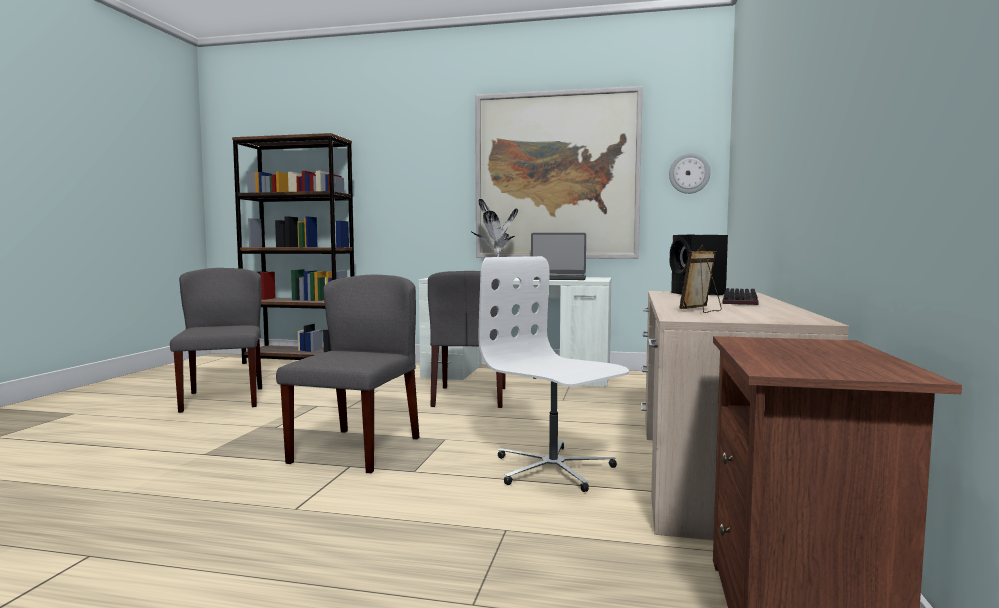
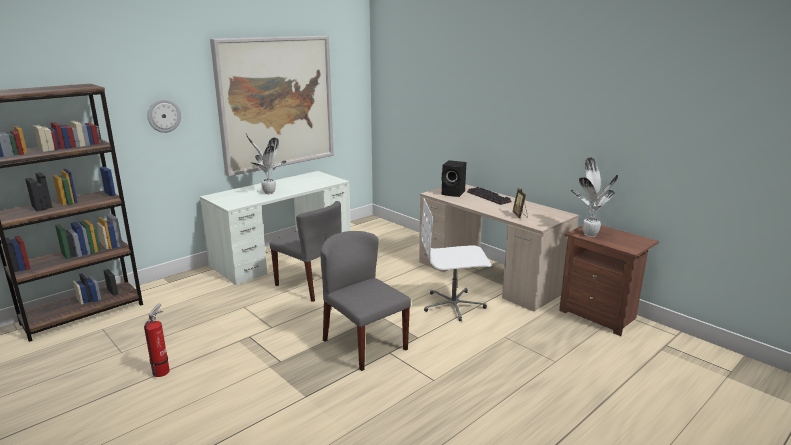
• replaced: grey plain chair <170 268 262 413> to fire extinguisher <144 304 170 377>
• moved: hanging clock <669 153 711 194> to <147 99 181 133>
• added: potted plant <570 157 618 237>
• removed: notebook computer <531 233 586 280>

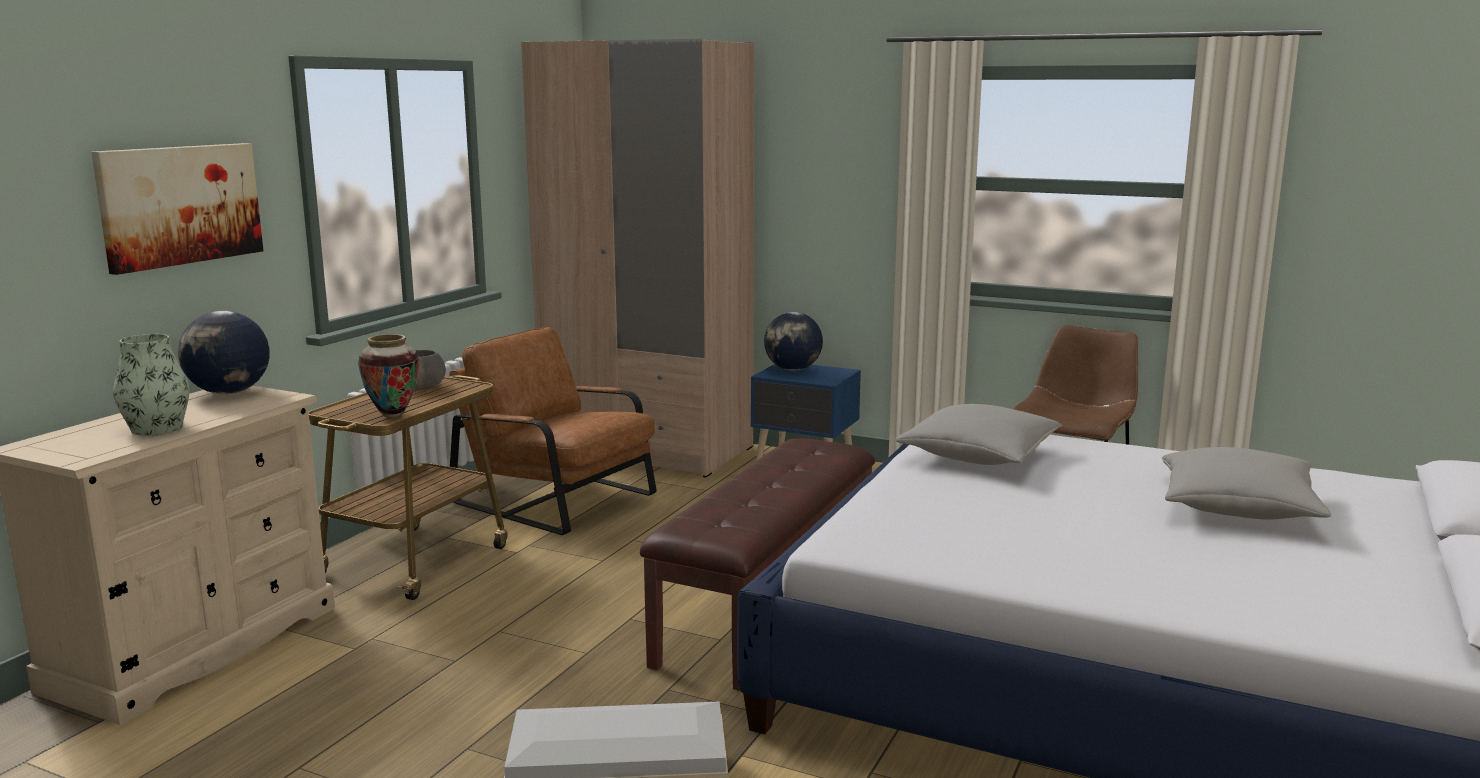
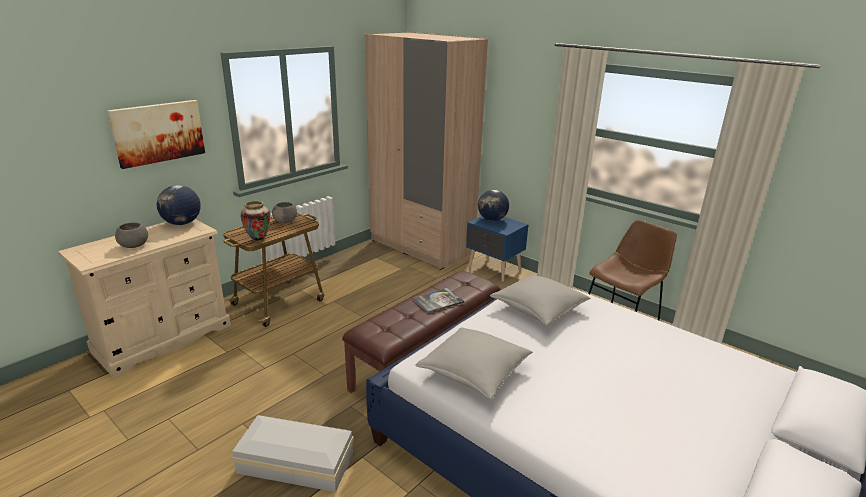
• replaced: flower vase <113 334 190 435> to grey deep dish <115 222 148 248>
• added: bound book <412 288 464 313>
• moved: grey throw pillow <1162 447 1331 520> to <415 327 533 400>
• removed: brown lounge chair <449 326 656 535>

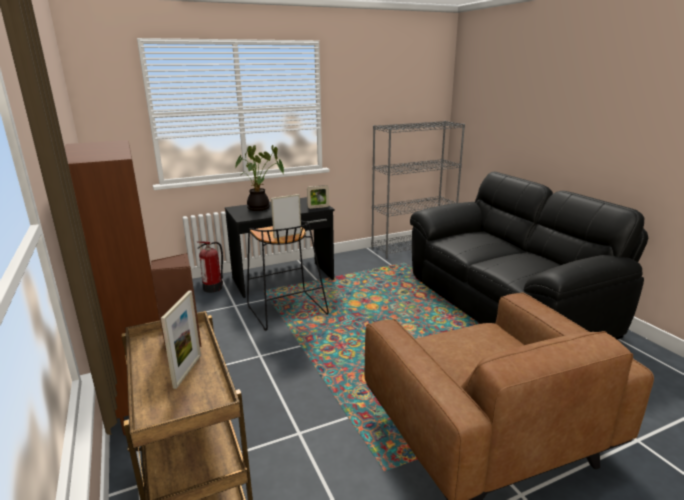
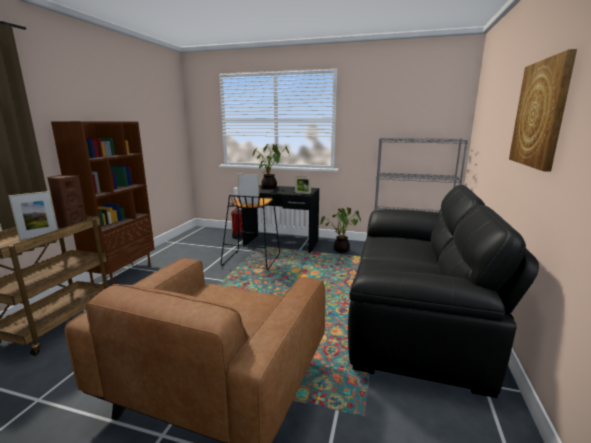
• added: potted plant <320 207 361 253>
• added: wall picture <509 49 577 172>

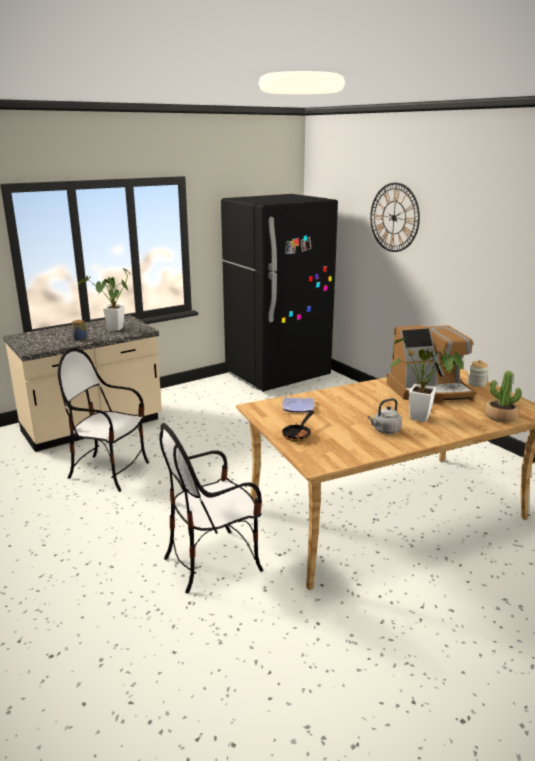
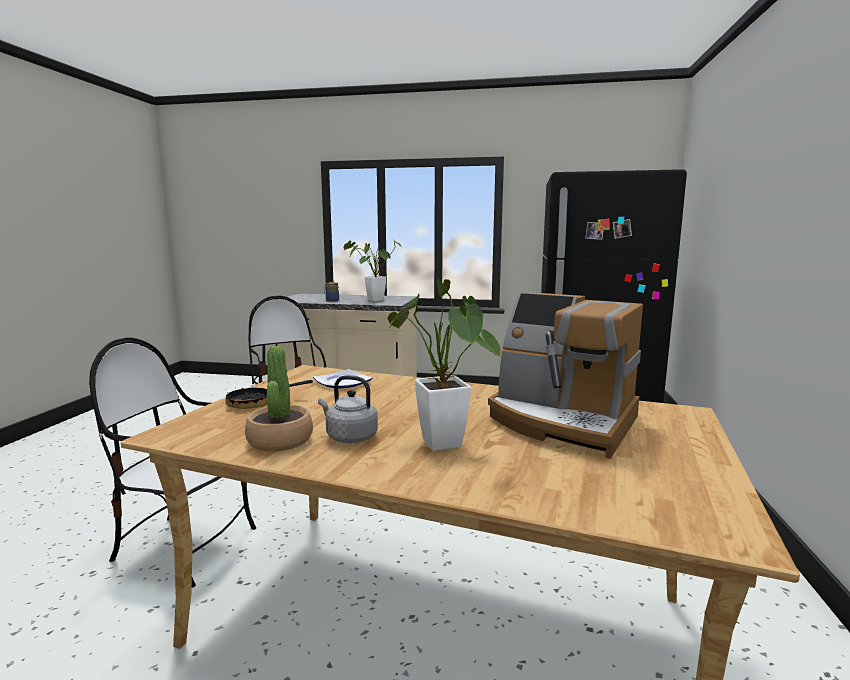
• moved: potted plant <484 371 521 422> to <245 346 313 451>
• removed: hanging clock <370 183 420 252>
• removed: jar <467 360 489 387>

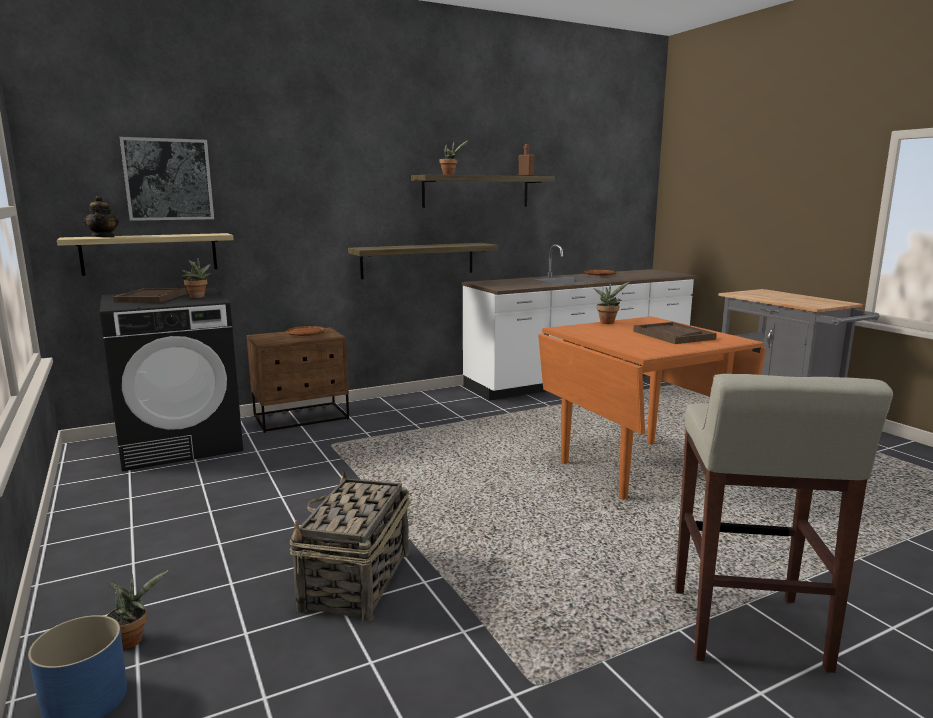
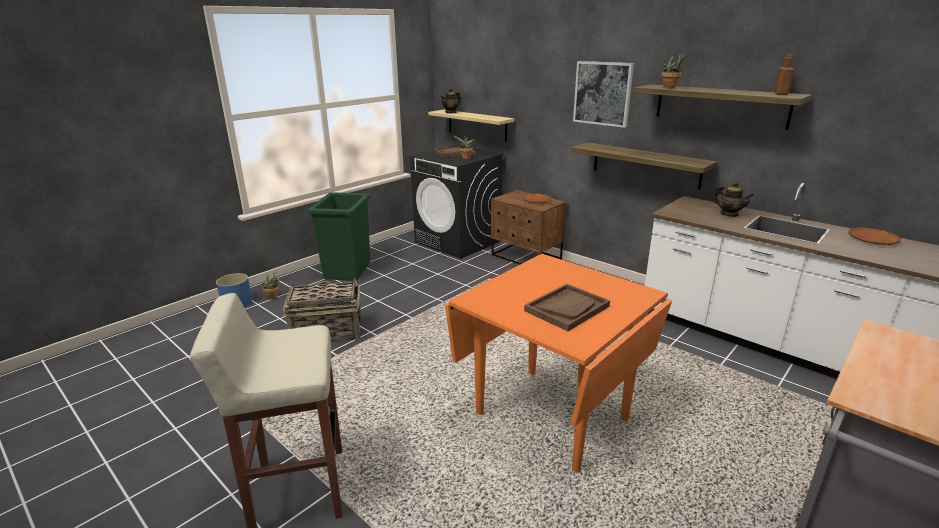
• added: green rubbish bin <308 192 370 281>
• moved: wall picture <120 137 214 221> to <573 61 634 128>
• added: tea pot <712 181 754 217>
• removed: potted plant <594 281 630 324>

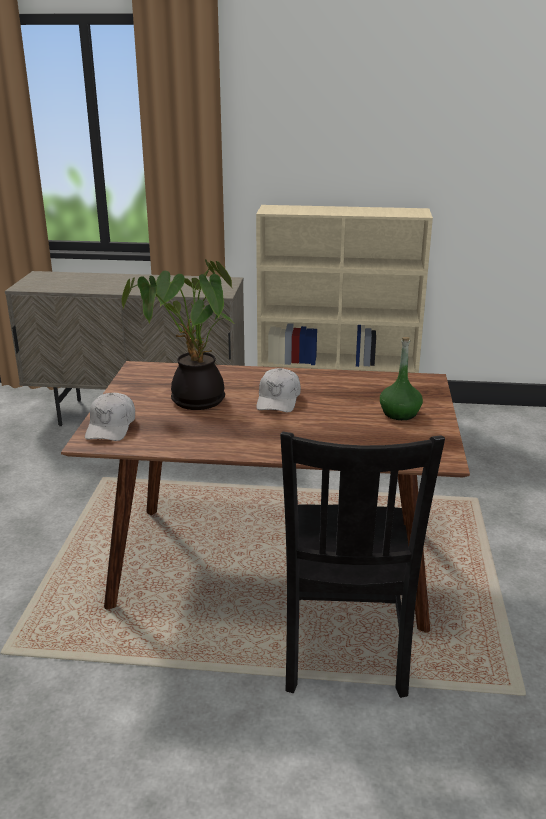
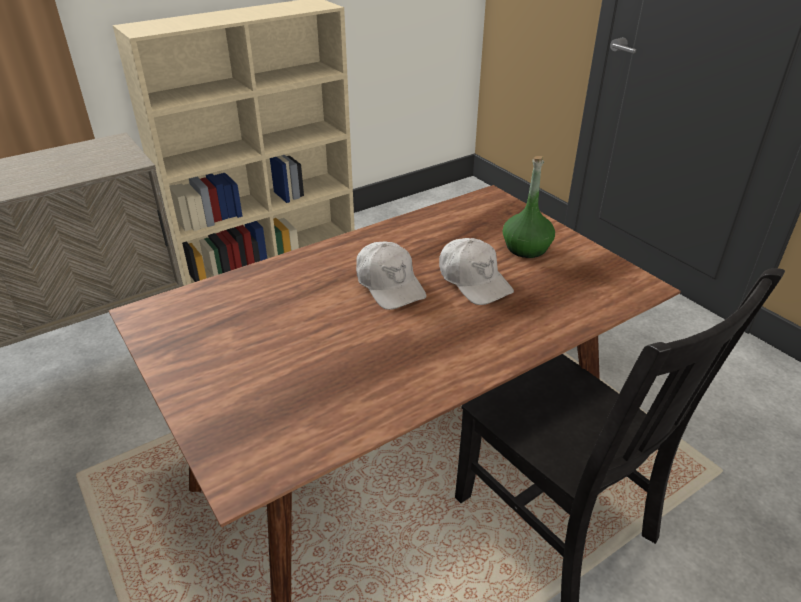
• moved: white-coloured baseball cap <85 393 135 441> to <439 238 514 305>
• removed: potted plant <121 259 234 410>

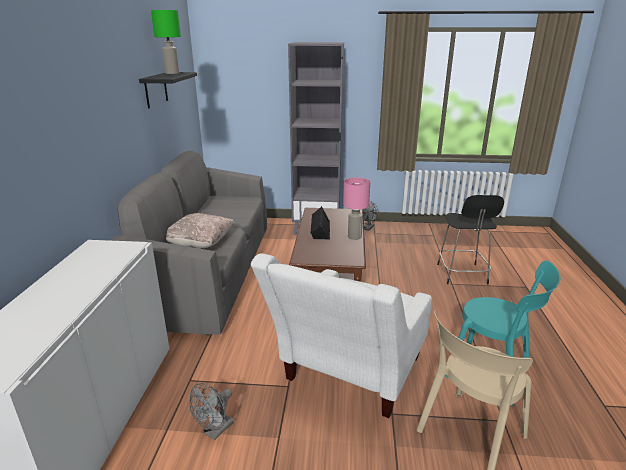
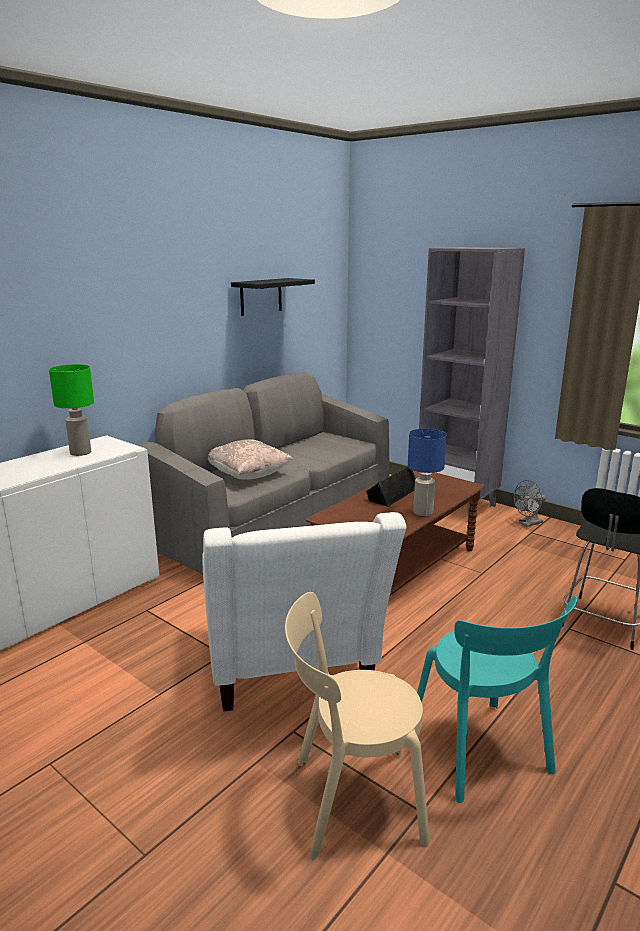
• moved: green table lamp <151 10 181 74> to <49 364 94 456>
• turned: white-coloured lounge chair <251 253 432 418> = <202 512 406 711> 75 degrees counterclockwise
• recoloured: pinkish table lamp <343 177 370 240> to blue-coloured table lamp <408 428 447 516>
• removed: grey electric fan <189 383 234 440>

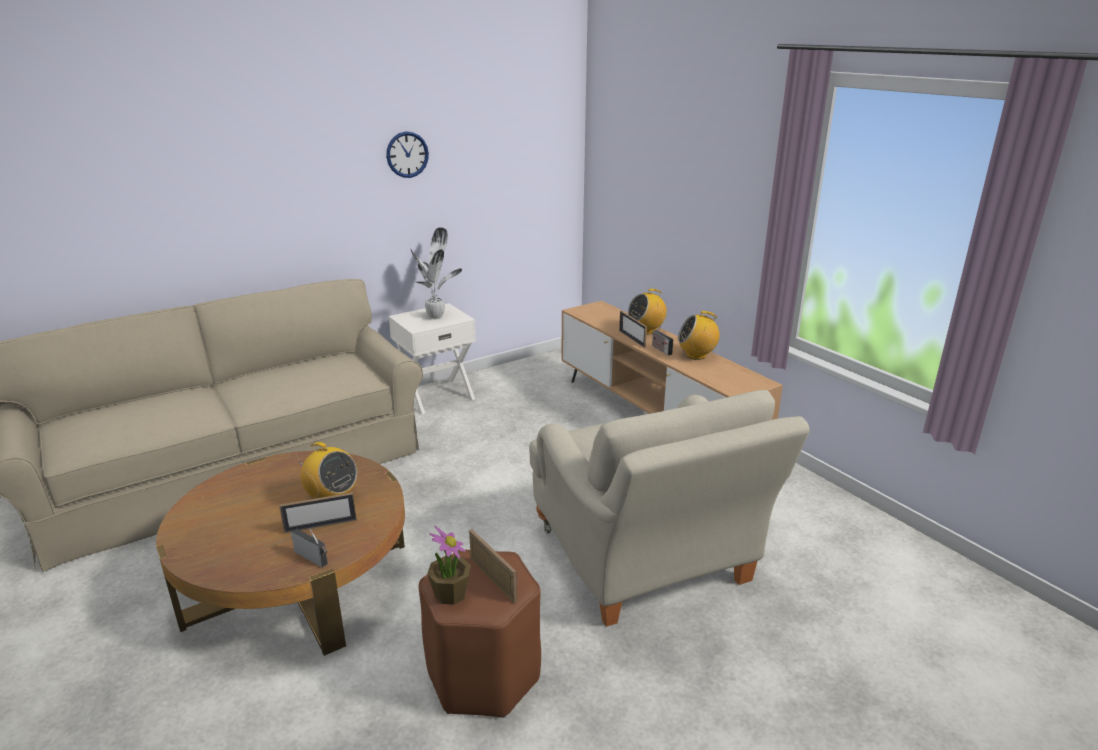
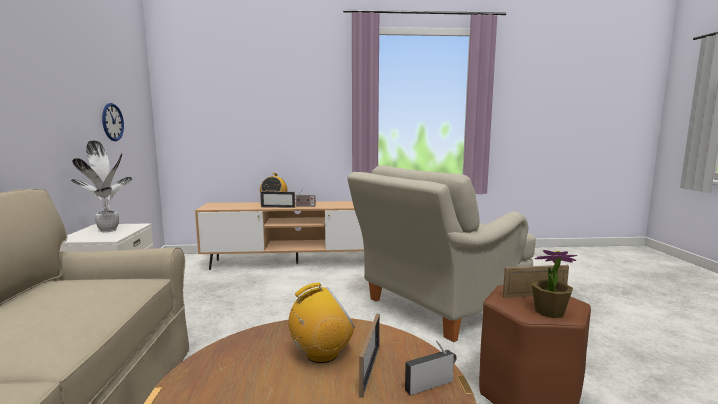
• moved: hanging clock <386 131 429 178> to <102 103 124 141>
• turned: beige lounge chair <529 390 810 627> = <347 165 536 342> 135 degrees clockwise
• removed: radio set <678 311 720 360>

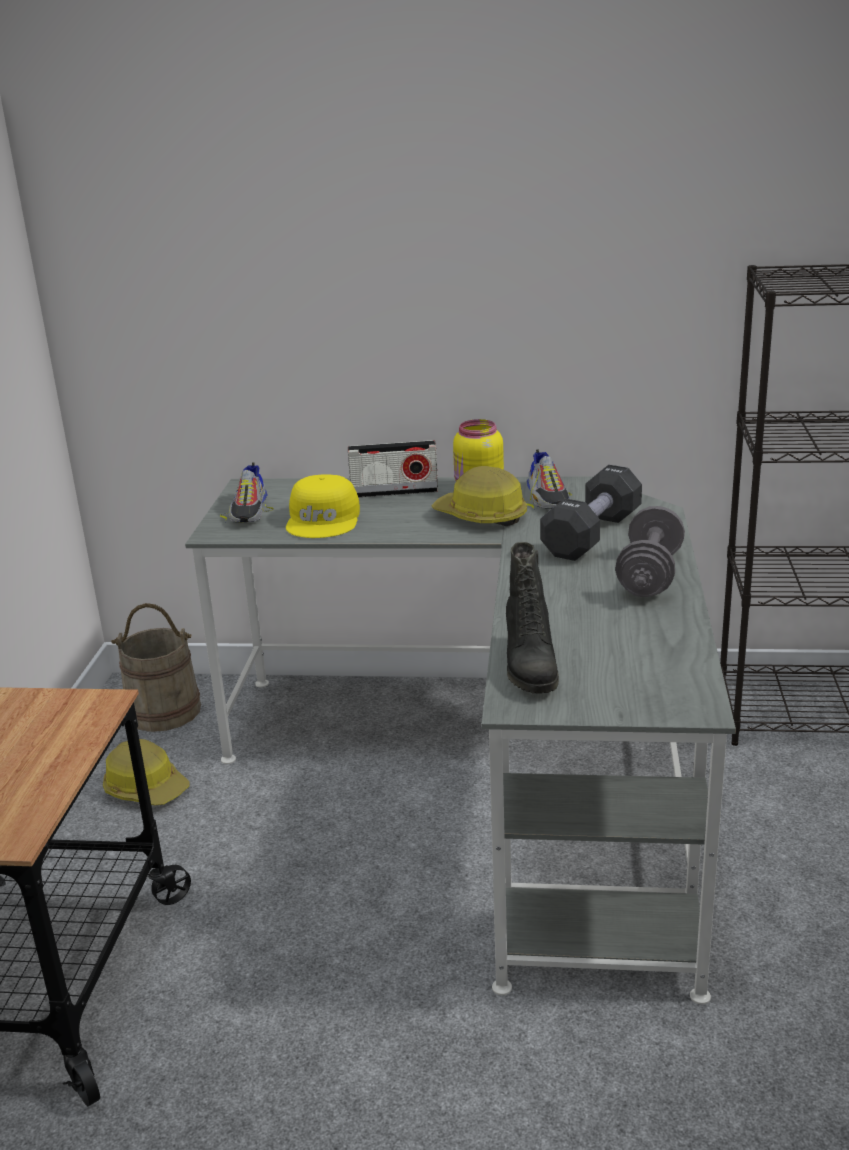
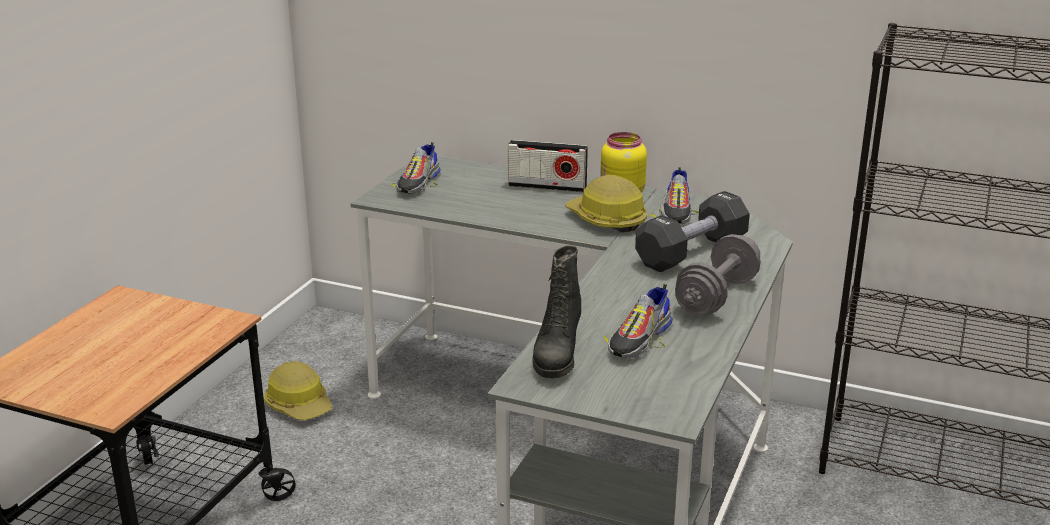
• added: item of footwear <604 284 673 358>
• removed: beige bucket <111 603 201 732>
• removed: yellow baseball cap <286 474 360 538>

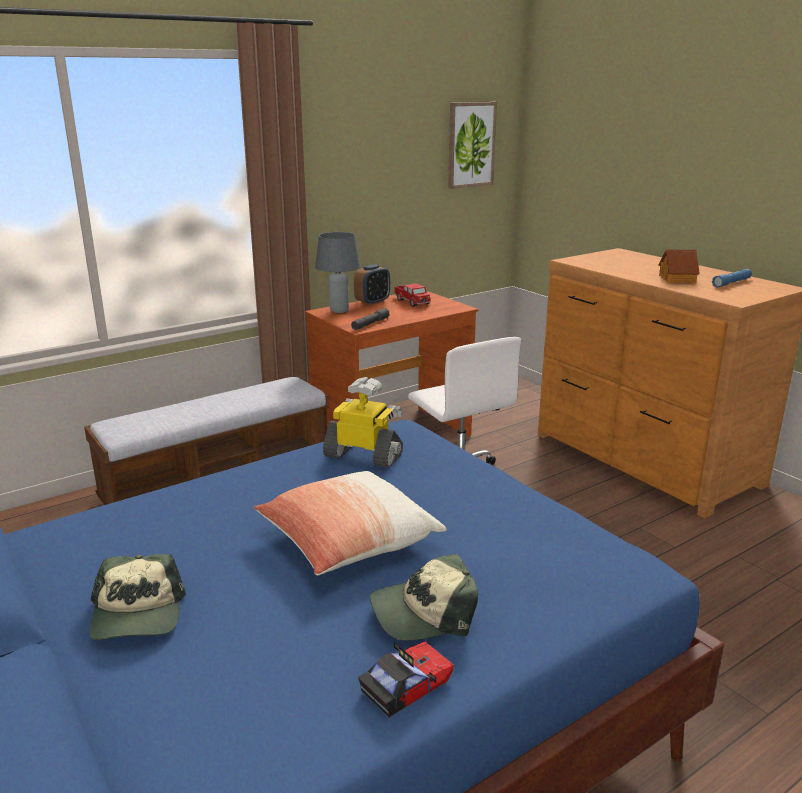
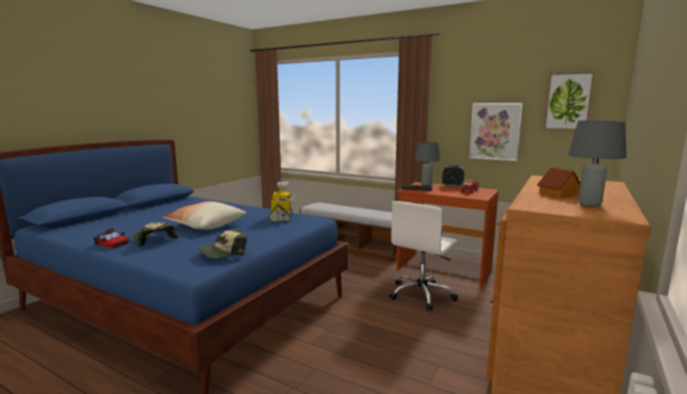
• moved: baseball cap <90 554 186 640> to <198 229 247 258>
• added: wall picture <469 103 523 161>
• replaced: blue-coloured flashlight <712 269 752 288> to grey table lamp <568 120 626 207>

